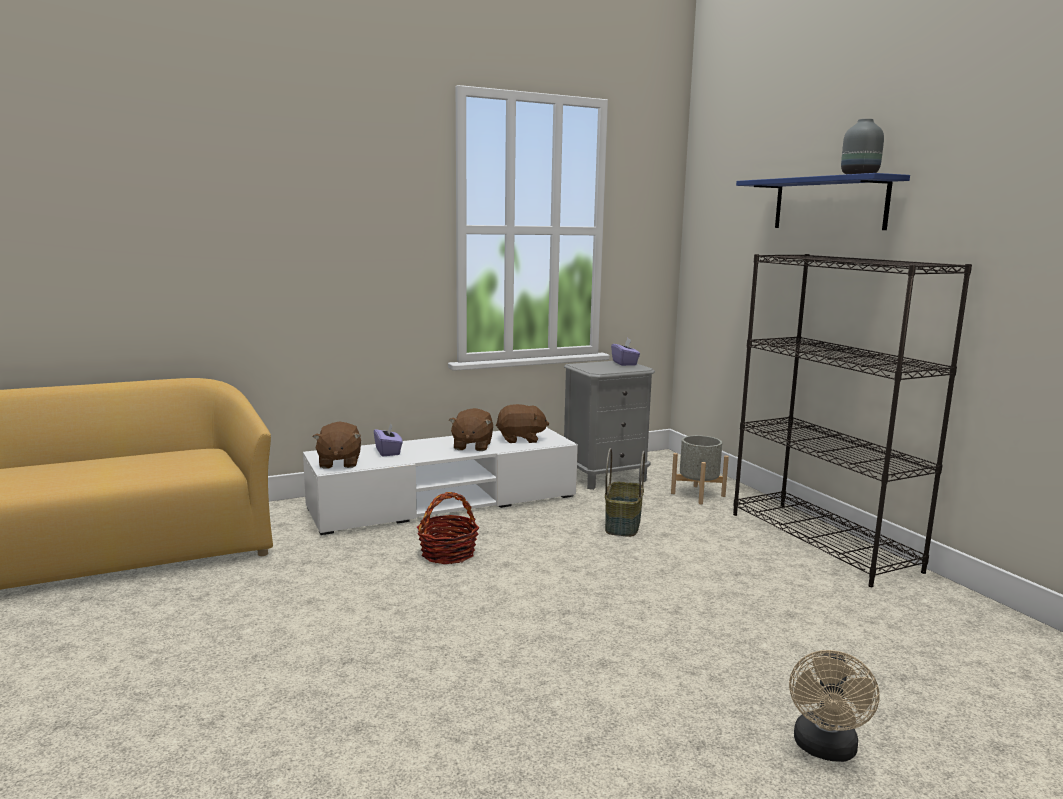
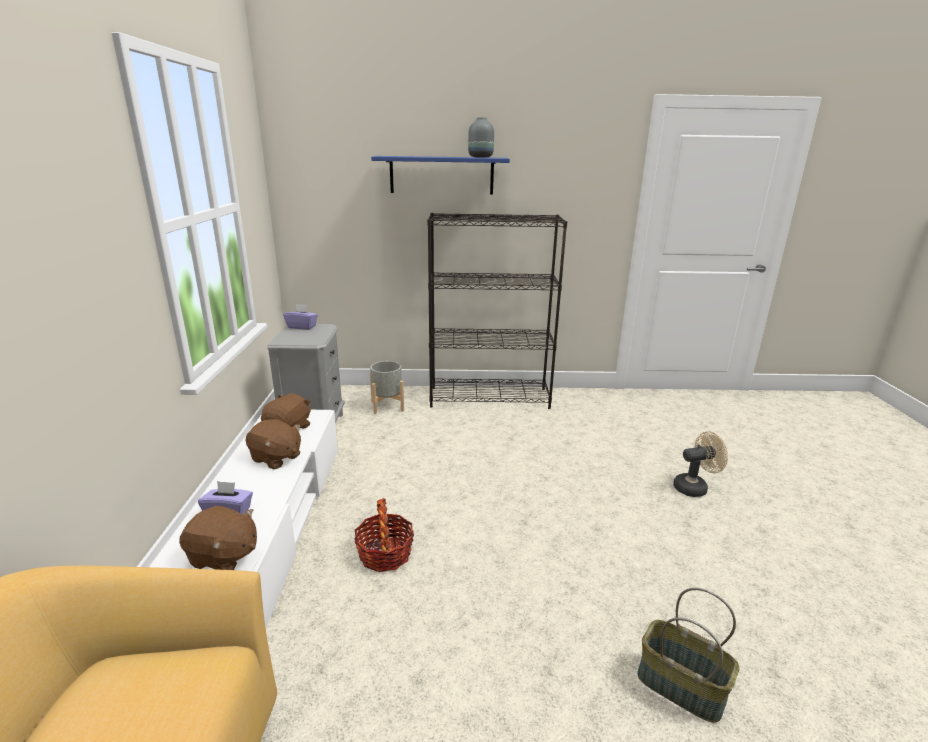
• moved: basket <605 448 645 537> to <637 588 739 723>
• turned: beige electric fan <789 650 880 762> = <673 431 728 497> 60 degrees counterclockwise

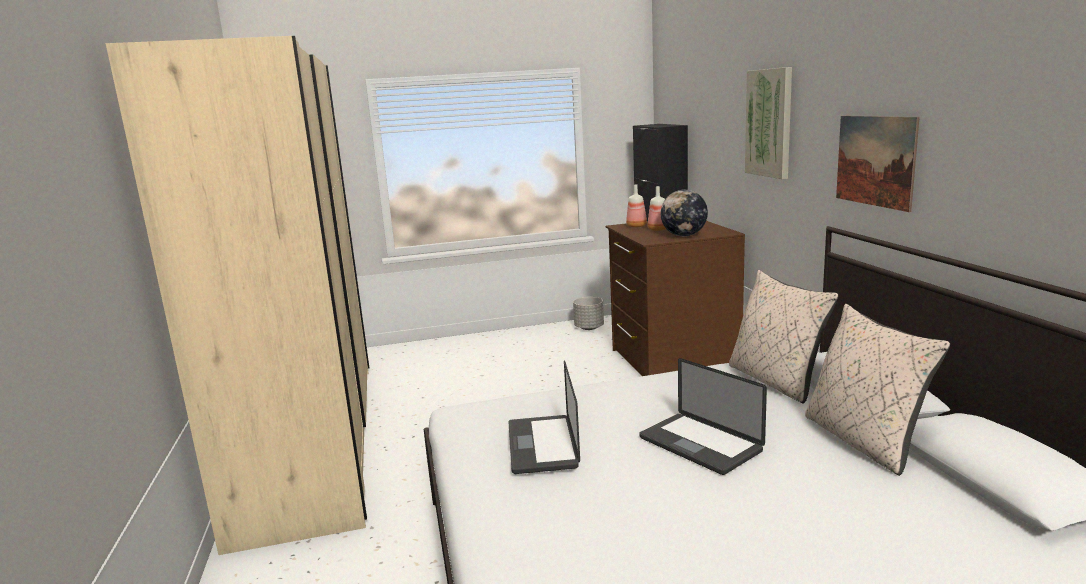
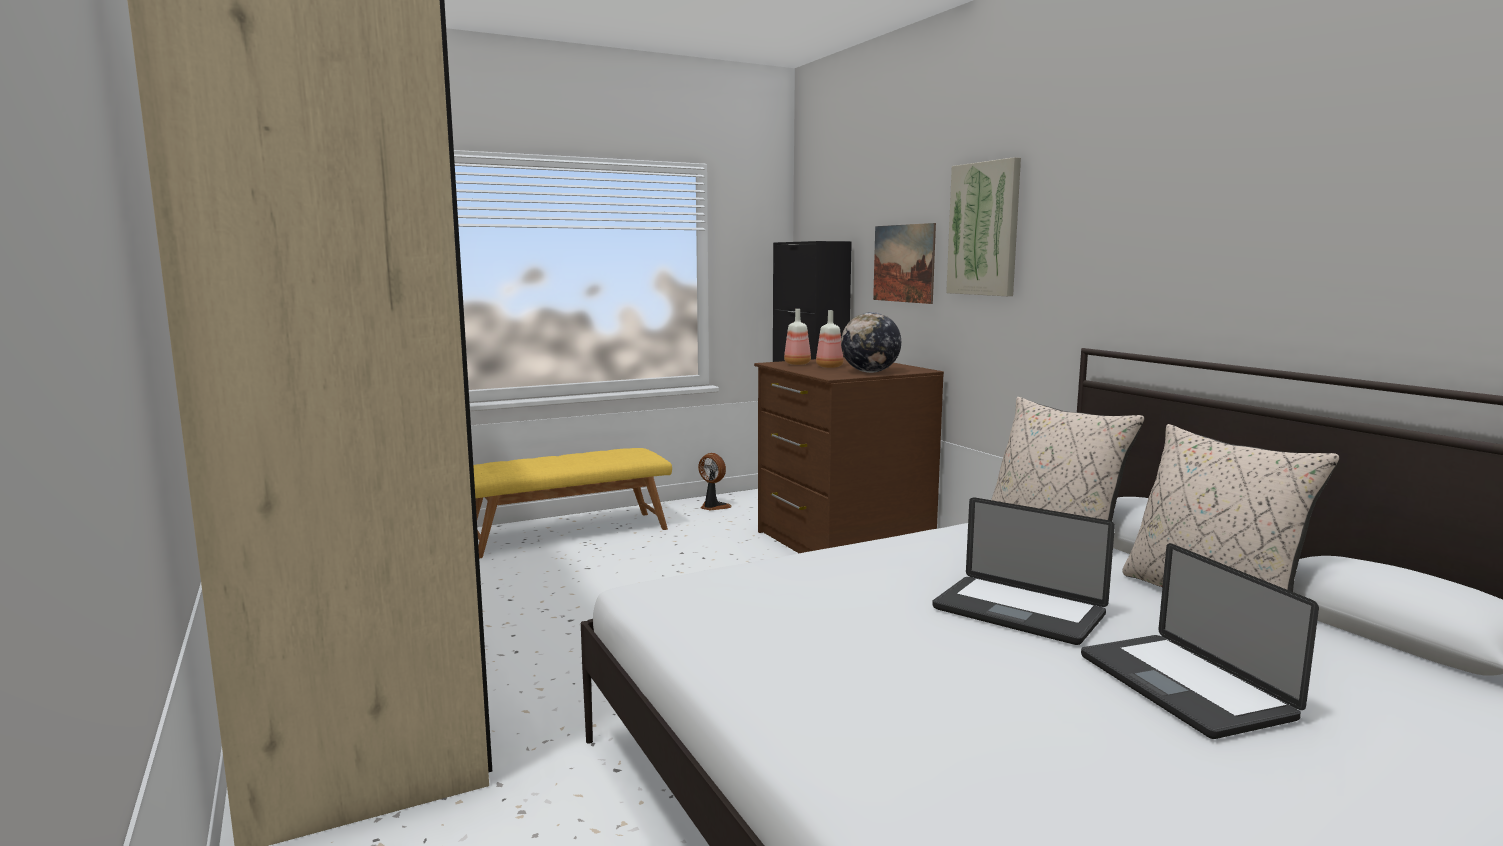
• added: yellow bench <473 448 672 559>
• replaced: grey flower pot <573 297 604 330> to electric fan <698 453 732 510>
• moved: wall picture <836 116 920 212> to <873 223 936 304>
• moved: notebook computer <508 361 580 474> to <1081 543 1319 739>

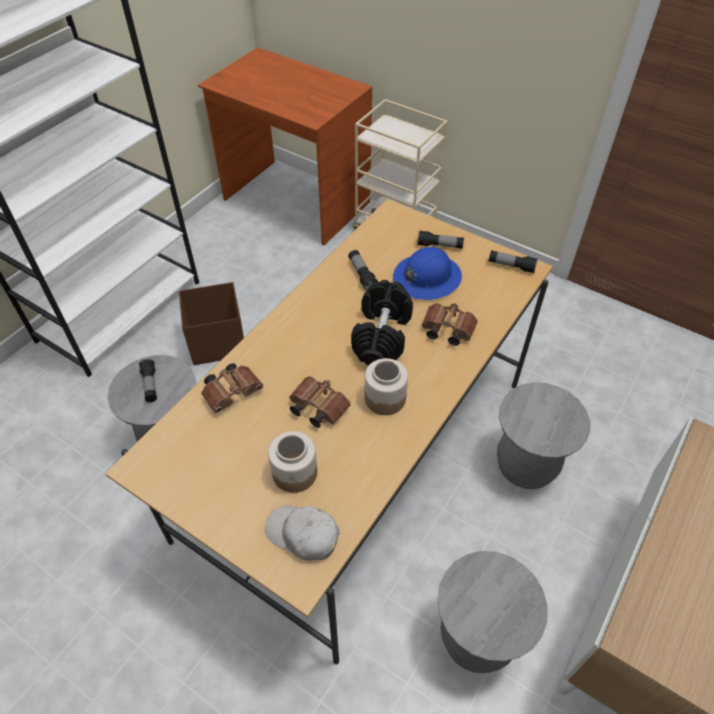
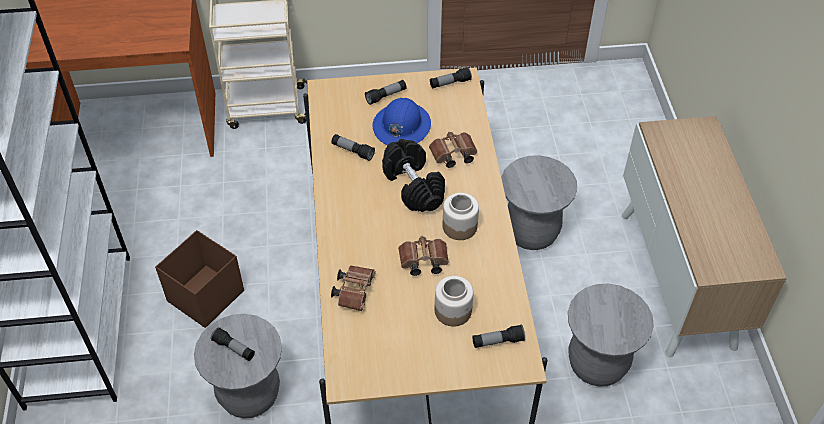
• replaced: white-coloured baseball cap <265 505 339 560> to flashlight <472 324 525 348>

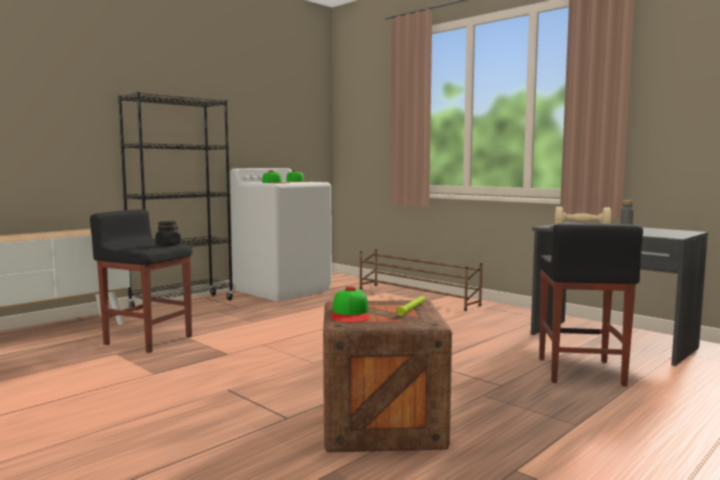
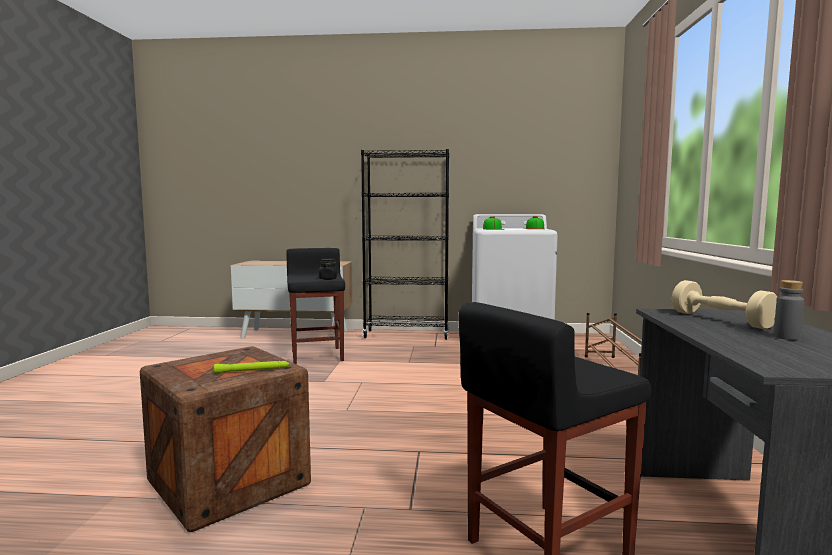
• removed: baseball cap <331 286 370 323>

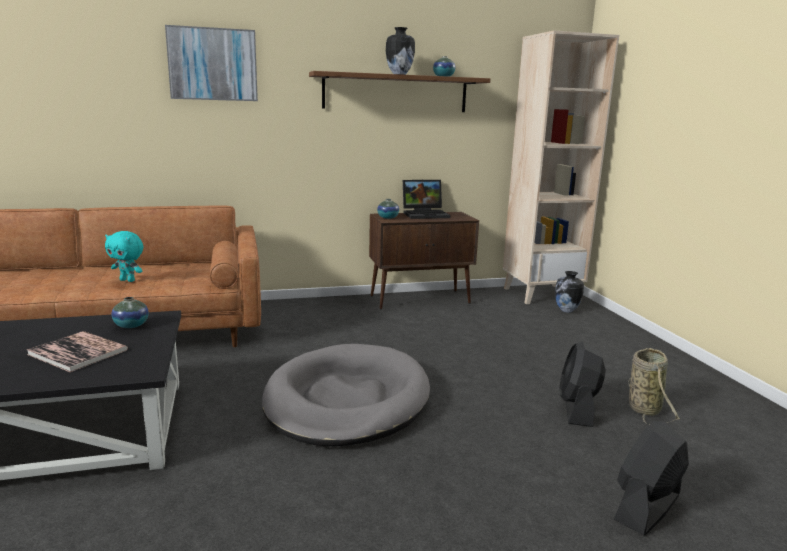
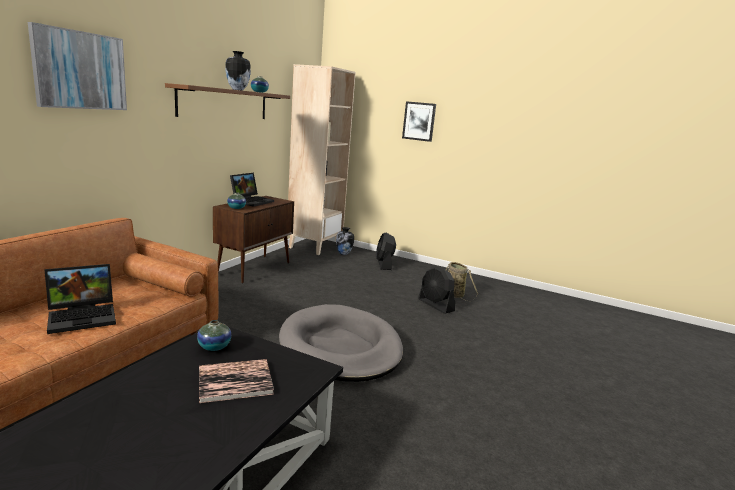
• replaced: turquoise plush toy <105 231 143 282> to notebook computer <45 264 116 334>
• moved: blackish electric fan <614 421 689 536> to <376 233 396 270>
• added: wall picture <402 101 436 142>

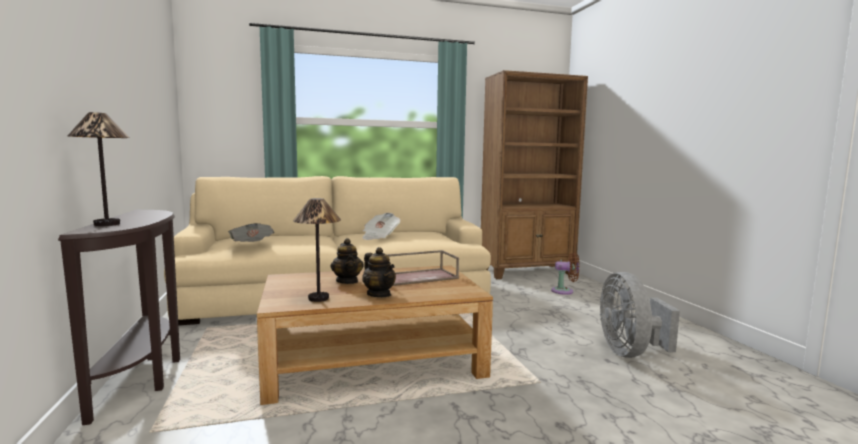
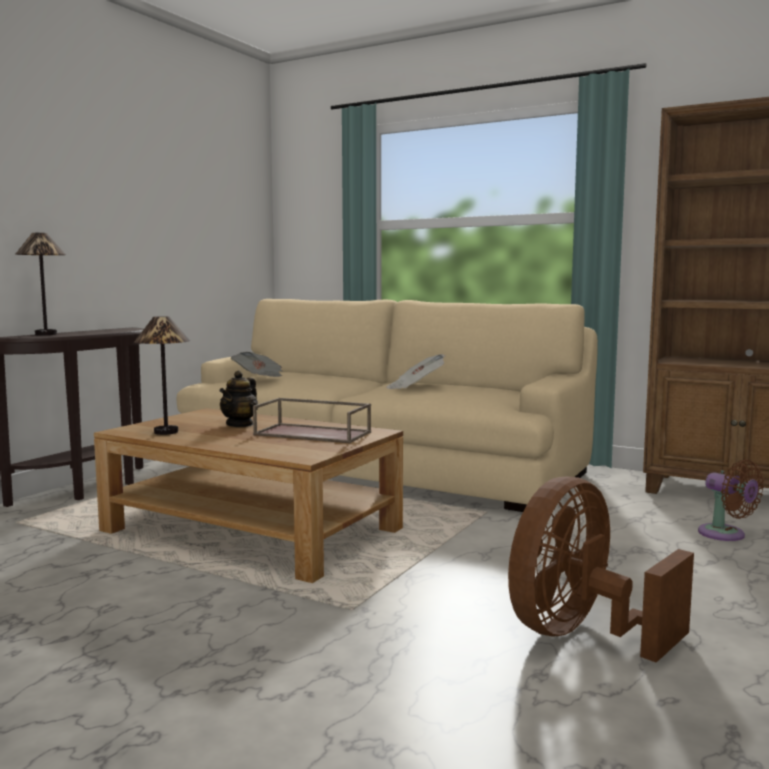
• recoloured: grey electric fan <600 272 680 358> to brown electric fan <508 476 694 663>
• removed: tea pot <362 247 396 297>

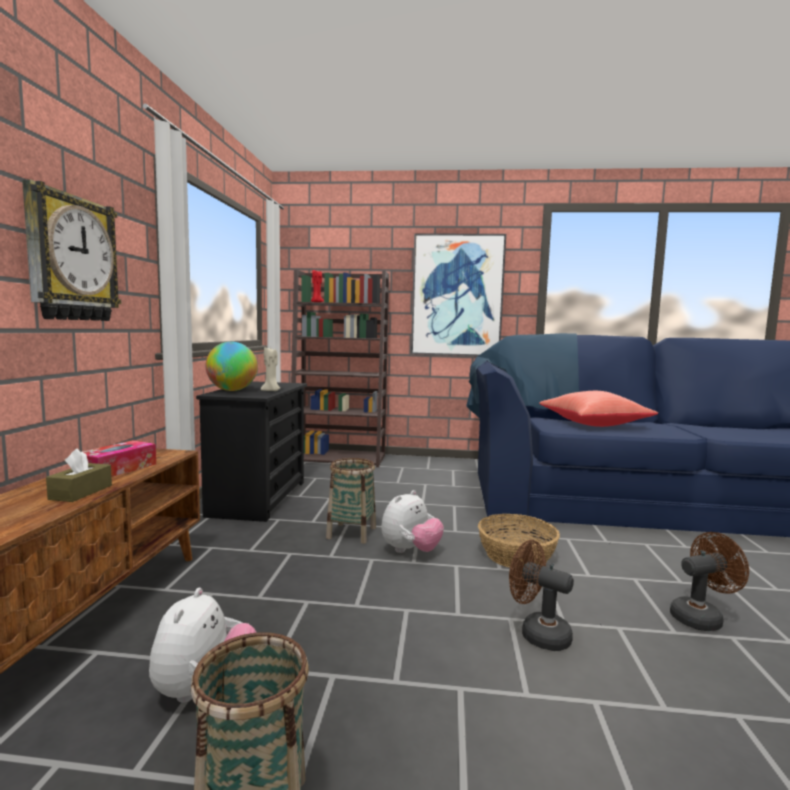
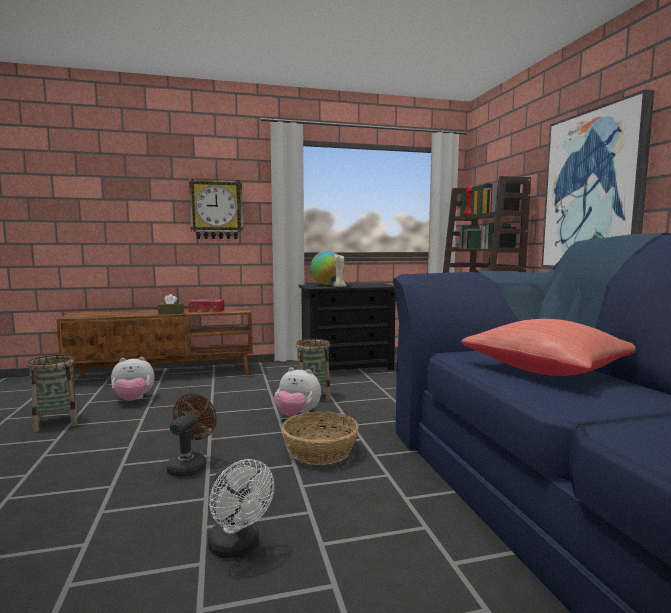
• recoloured: brown electric fan <670 532 749 631> to white-coloured electric fan <208 459 274 558>

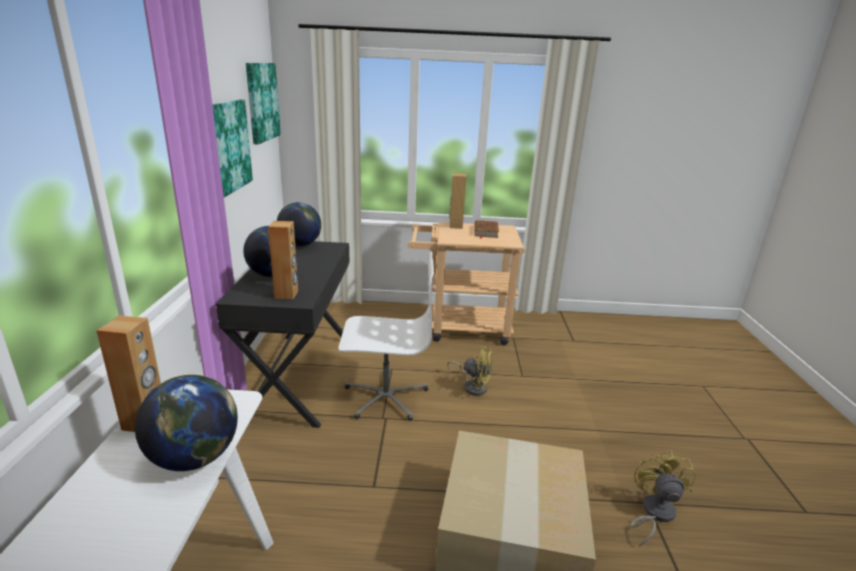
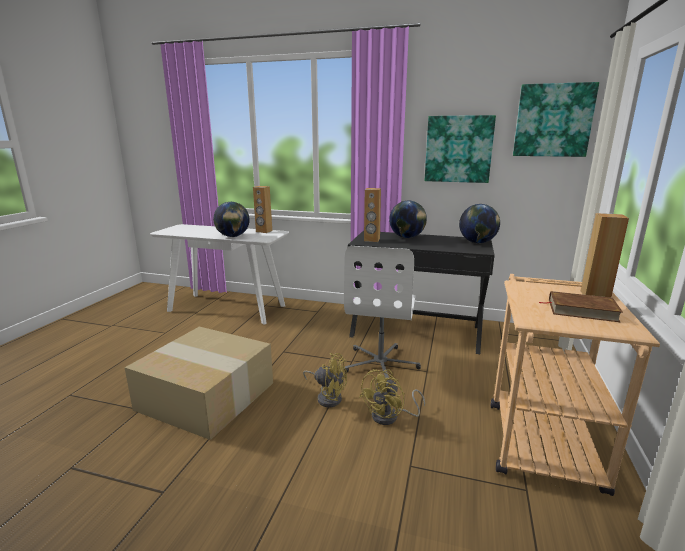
• moved: yellow electric fan <630 450 696 547> to <303 353 347 407>

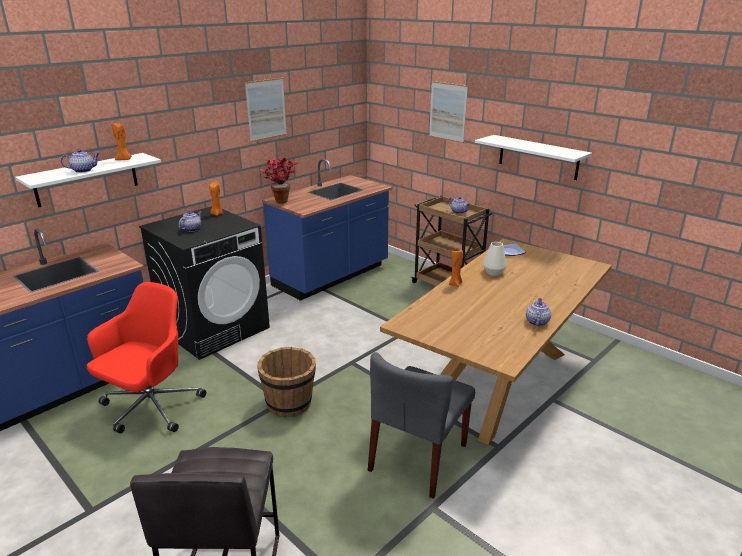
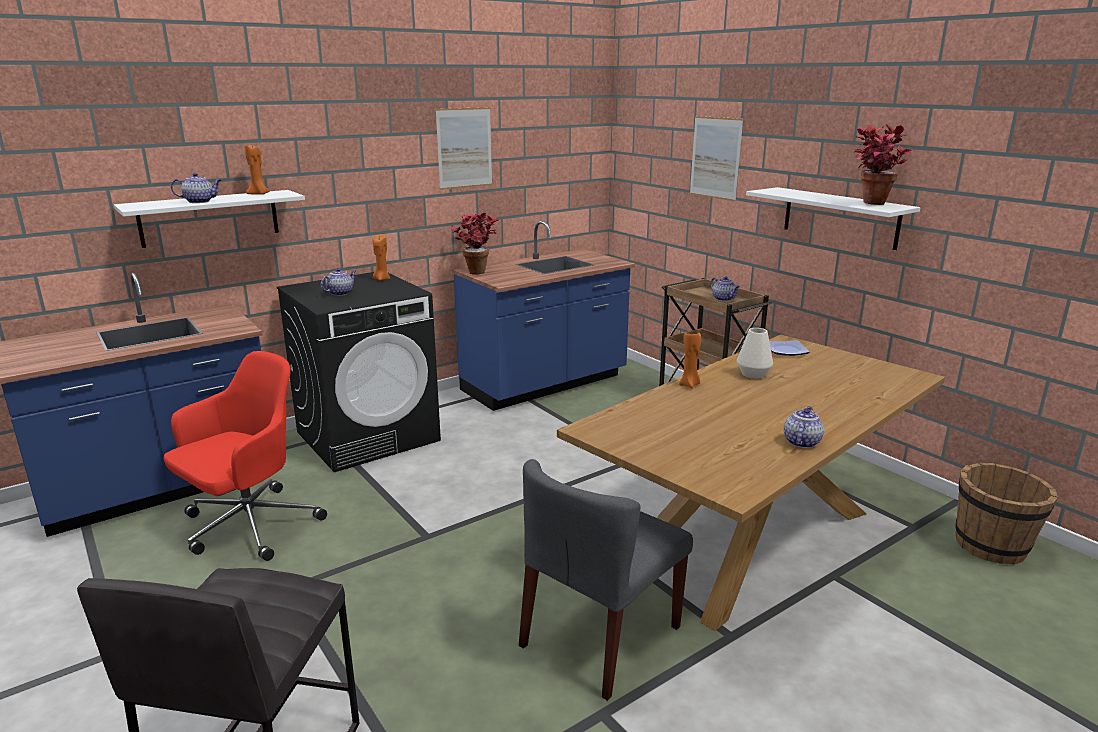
• added: potted plant <854 124 911 205>
• moved: brown bucket <258 347 316 417> to <956 463 1058 565>

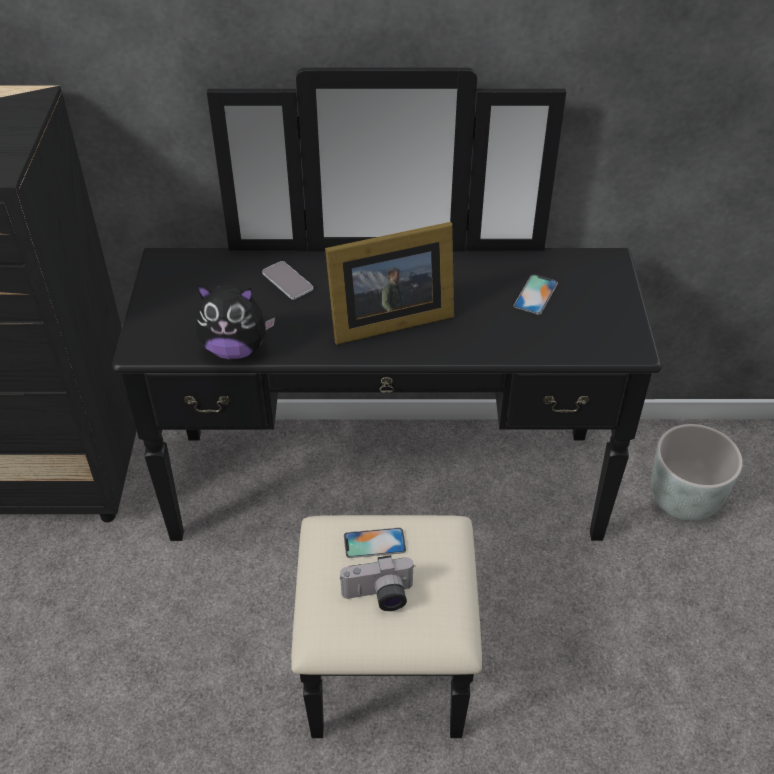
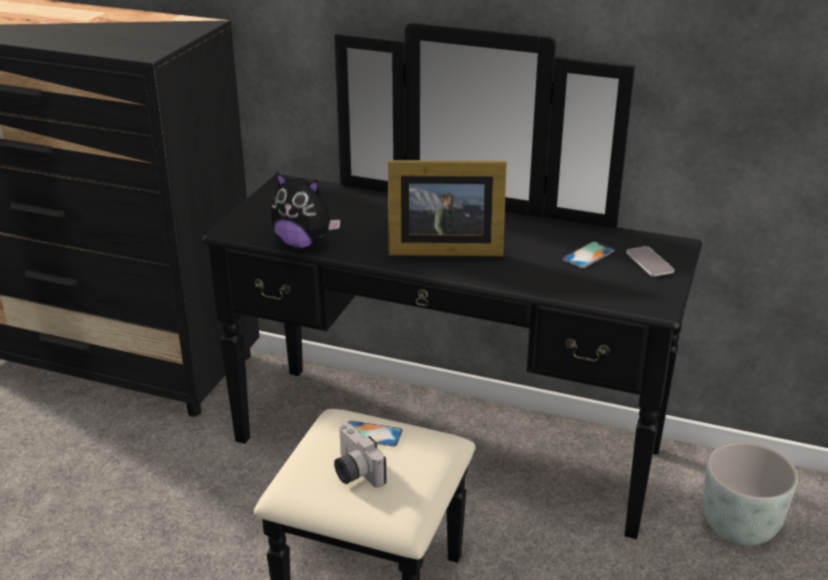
• turned: still camera <340 555 415 611> = <334 423 386 488> 45 degrees clockwise
• moved: phone <262 261 313 300> to <626 246 675 277>

